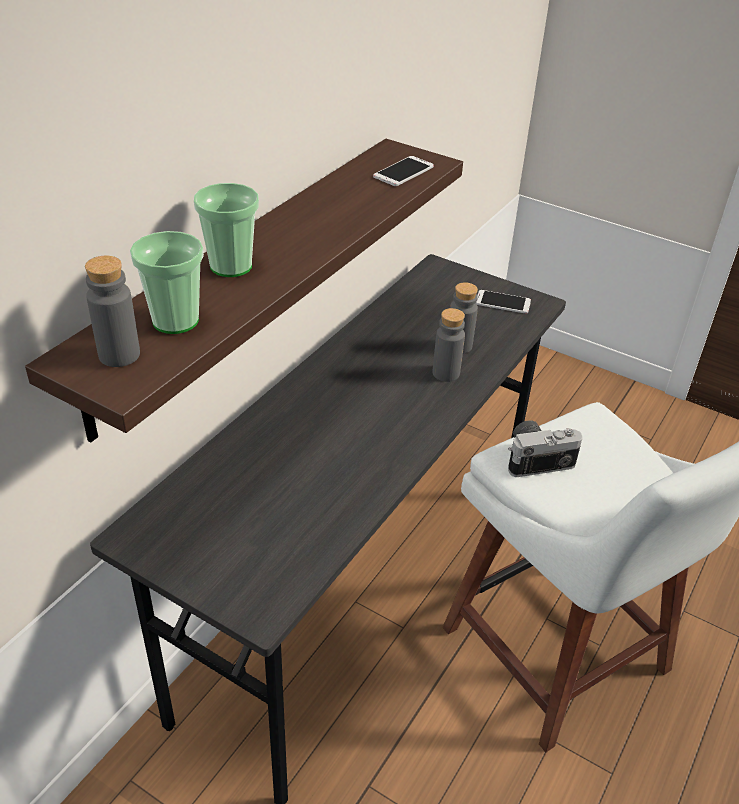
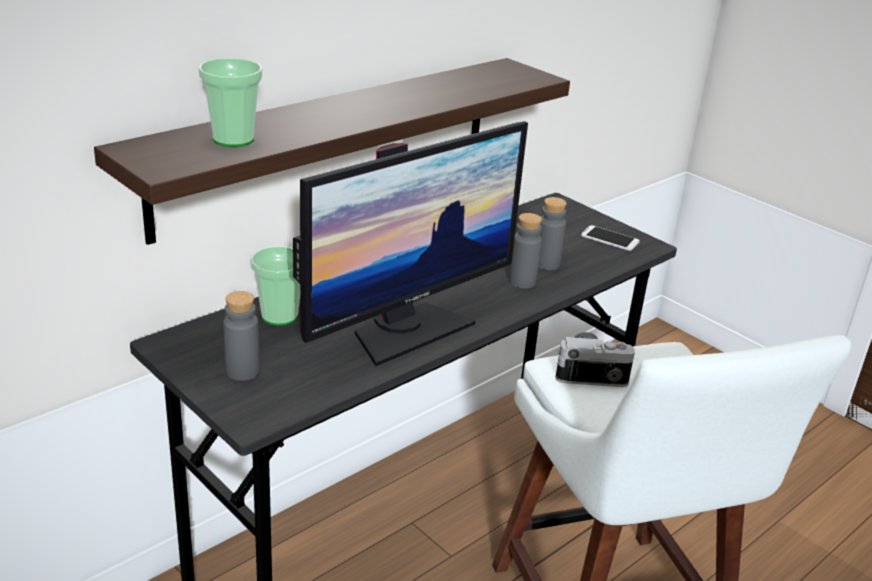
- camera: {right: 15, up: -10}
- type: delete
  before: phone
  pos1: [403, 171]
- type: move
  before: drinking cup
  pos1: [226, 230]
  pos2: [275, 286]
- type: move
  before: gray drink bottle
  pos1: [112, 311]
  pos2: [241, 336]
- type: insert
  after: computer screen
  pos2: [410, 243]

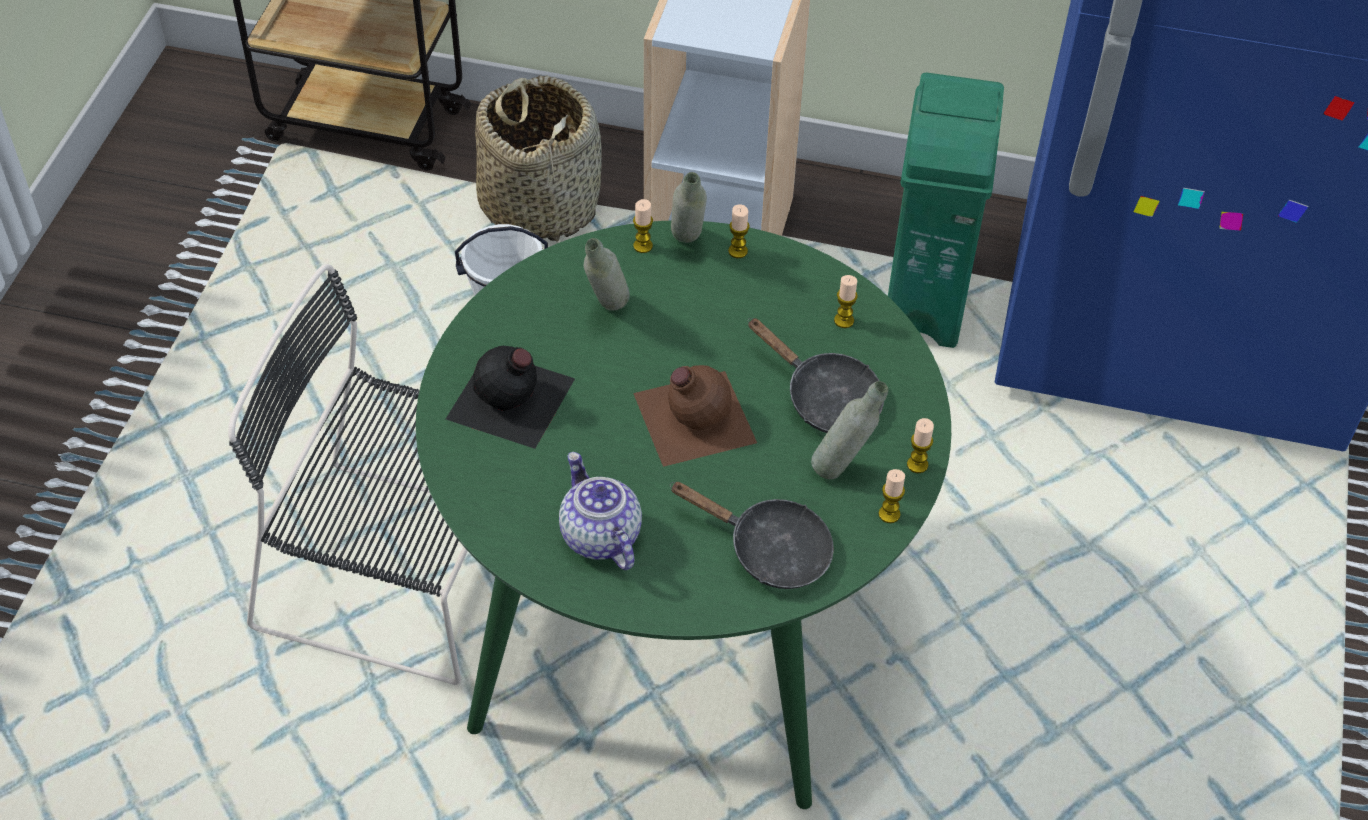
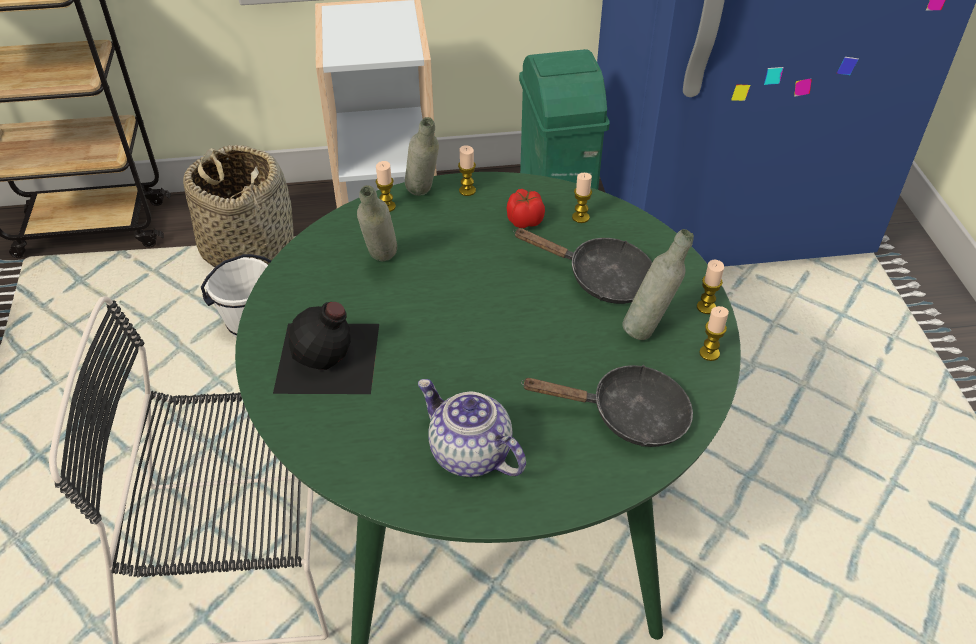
- camera: {right: -20, up: -5}
- type: delete
  before: brownish drink bottle
  pos1: [695, 416]
- type: insert
  after: tomato
  pos2: [526, 208]

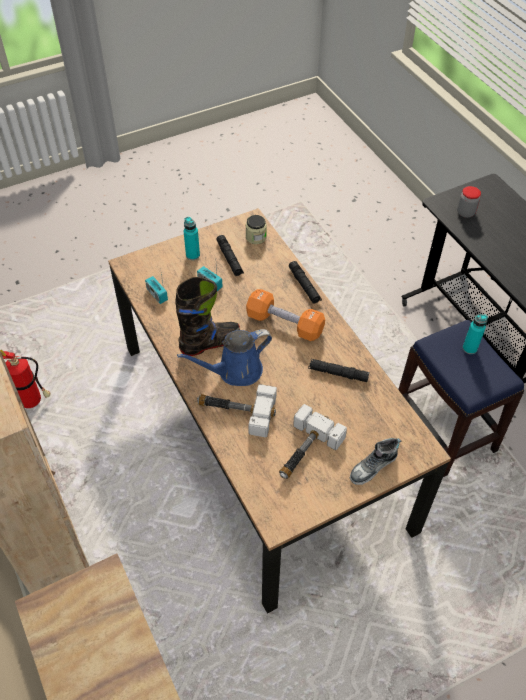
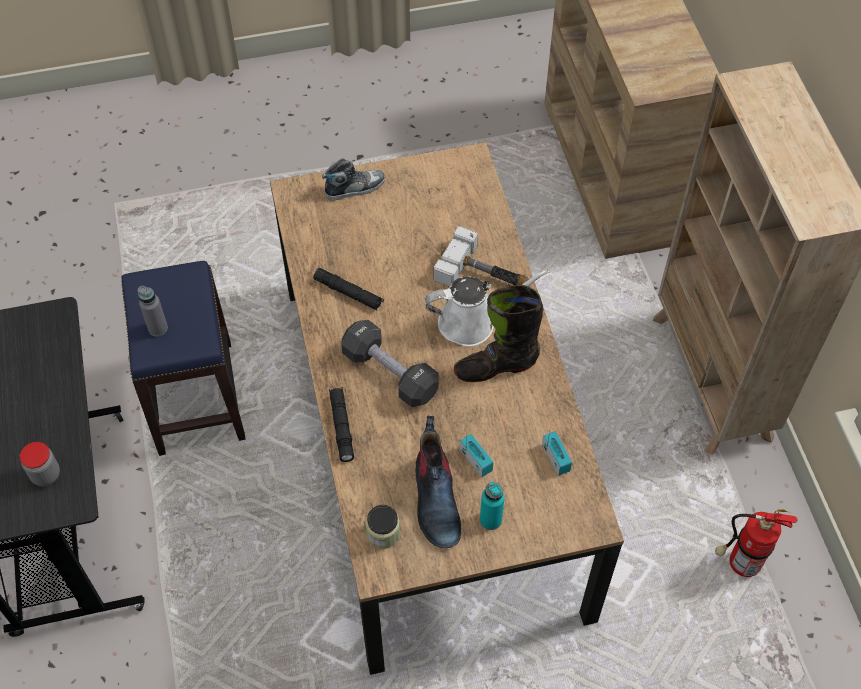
- camera: {right: -165, up: 5}
- type: replace
  before: black-coloured torch
  after: tall boot
  pos1: [230, 255]
  pos2: [438, 482]
- type: recolor
  before: orange-coloured hand weight
  after: black-coloured hand weight
  pos1: [285, 315]
  pos2: [390, 363]
- type: recolor
  before: turquoise-coloured drink bottle
  after: gray drink bottle
  pos1: [475, 334]
  pos2: [152, 311]
- type: recolor
  before: blue watering can
  after: white-coloured watering can
  pos1: [224, 357]
  pos2: [487, 307]
- type: delete
  before: hammer
  pos1: [313, 441]

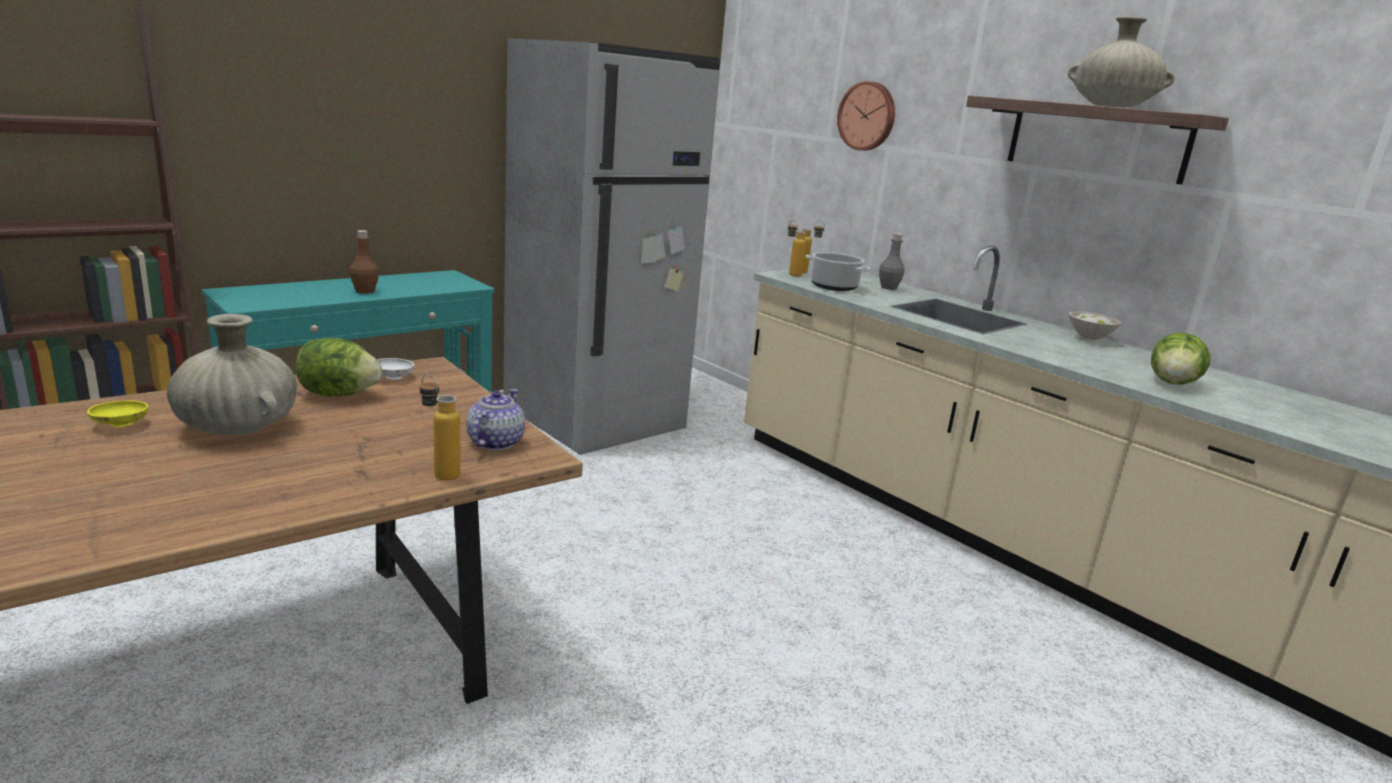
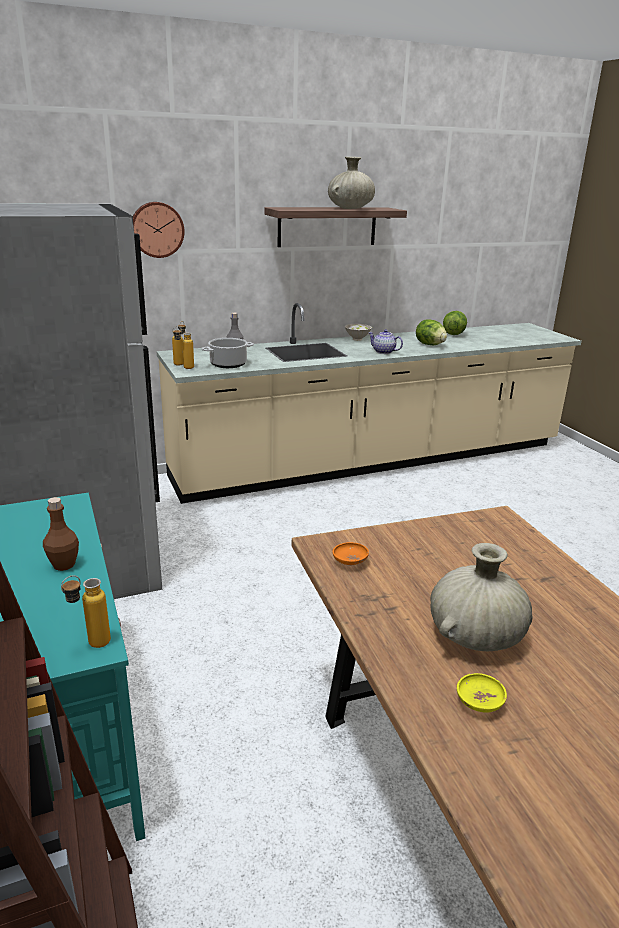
- camera: {right: -70, up: 5}
- type: move
  before: lettuce head
  pos1: [339, 367]
  pos2: [455, 323]
- type: recolor
  before: white-coloured bowl
  after: orange-coloured bowl
  pos1: [395, 368]
  pos2: [351, 553]
- type: move
  before: drink bottle
  pos1: [440, 427]
  pos2: [86, 611]
- type: move
  before: tea pot
  pos1: [495, 419]
  pos2: [385, 341]

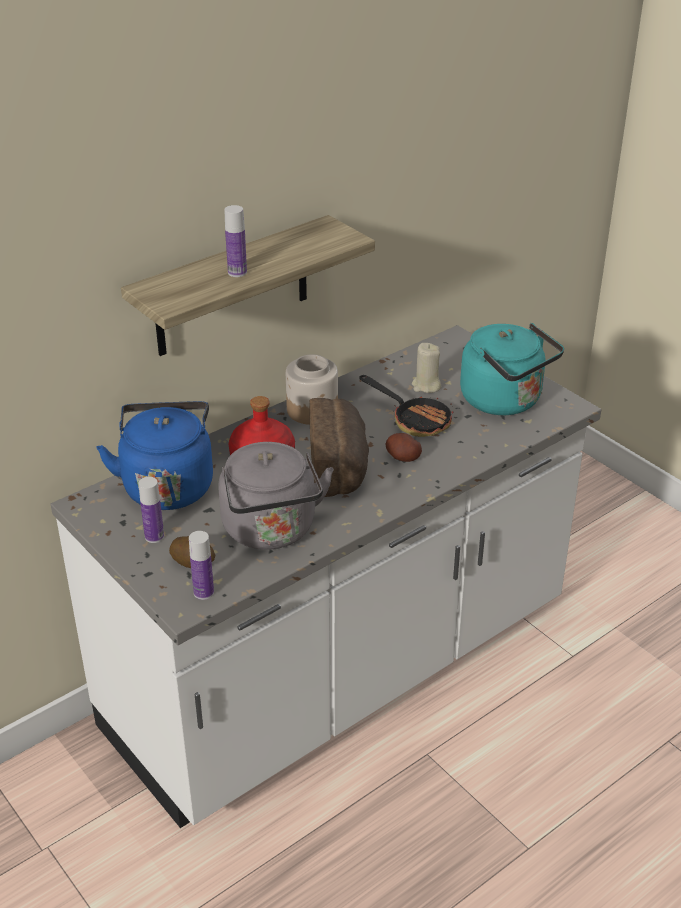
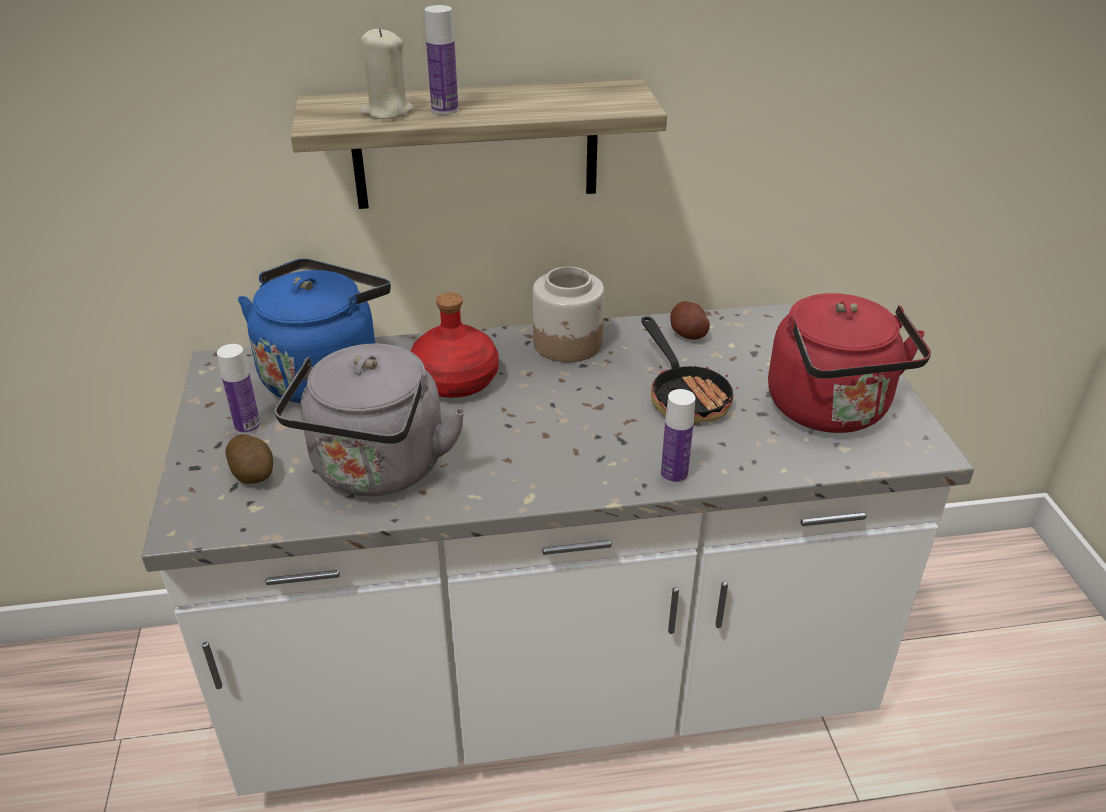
- camera: {right: 30, up: 0}
- type: recolor
  before: turquoise-coloured kettle
  after: red kettle
  pos1: [512, 369]
  pos2: [849, 363]
- type: move
  before: beige wax light
  pos1: [426, 368]
  pos2: [387, 73]
- type: delete
  before: bread
  pos1: [339, 447]
- type: move
  before: whole potato
  pos1: [404, 447]
  pos2: [690, 320]
- type: move
  before: drink bottle
  pos1: [201, 565]
  pos2: [678, 436]

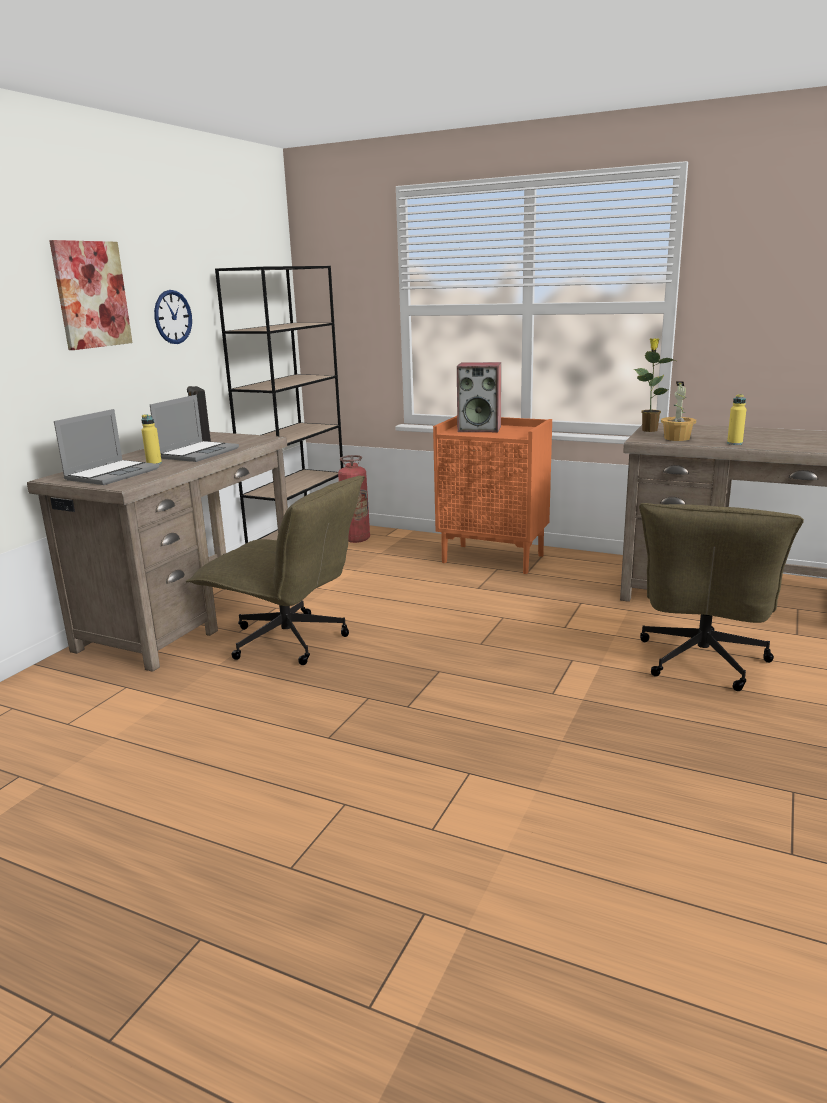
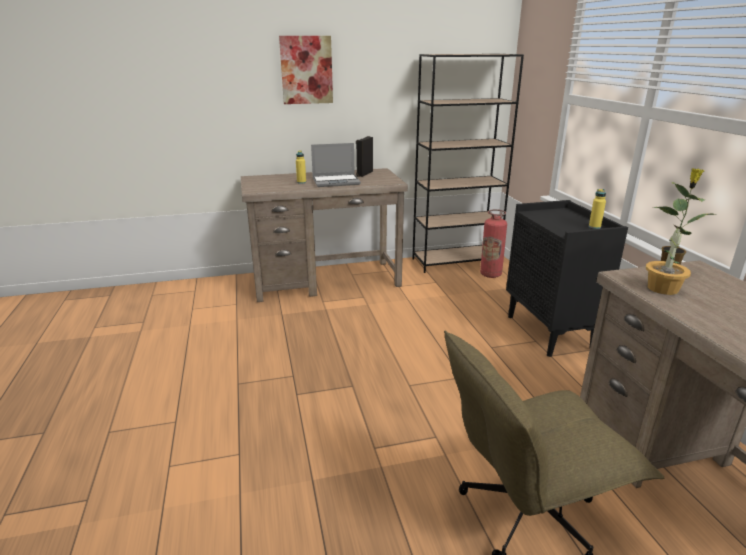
- camera: {right: 50, up: 5}
- type: delete
  before: hanging clock
  pos1: [173, 317]
- type: delete
  before: speaker
  pos1: [479, 397]
- type: move
  before: yellowish drink bottle
  pos1: [736, 419]
  pos2: [597, 209]
- type: delete
  before: laptop
  pos1: [106, 447]
- type: recolor
  before: orange-coloured storage cabinet
  after: black-coloured storage cabinet
  pos1: [492, 495]
  pos2: [567, 278]
- type: delete
  before: beige computer chair
  pos1: [275, 570]

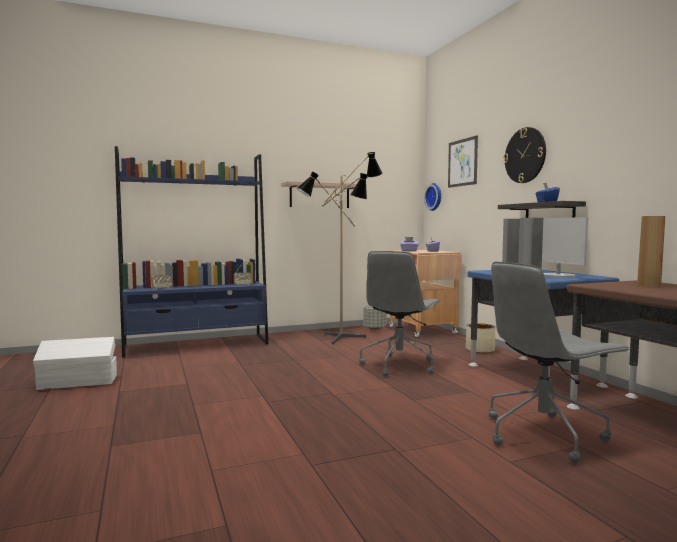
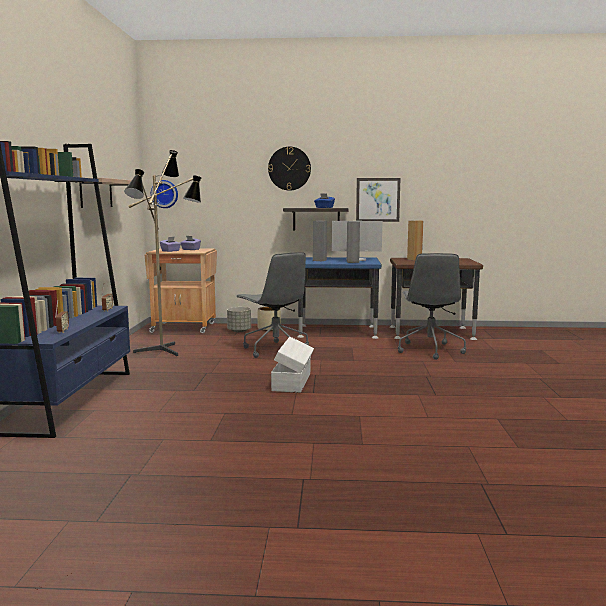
- camera: {right: -65, up: 5}
- type: move
  before: wall art
  pos1: [463, 161]
  pos2: [378, 200]
- type: move
  before: gray flower pot
  pos1: [375, 317]
  pos2: [239, 319]
- type: move
  before: white-coloured storage bin
  pos1: [75, 363]
  pos2: [292, 365]

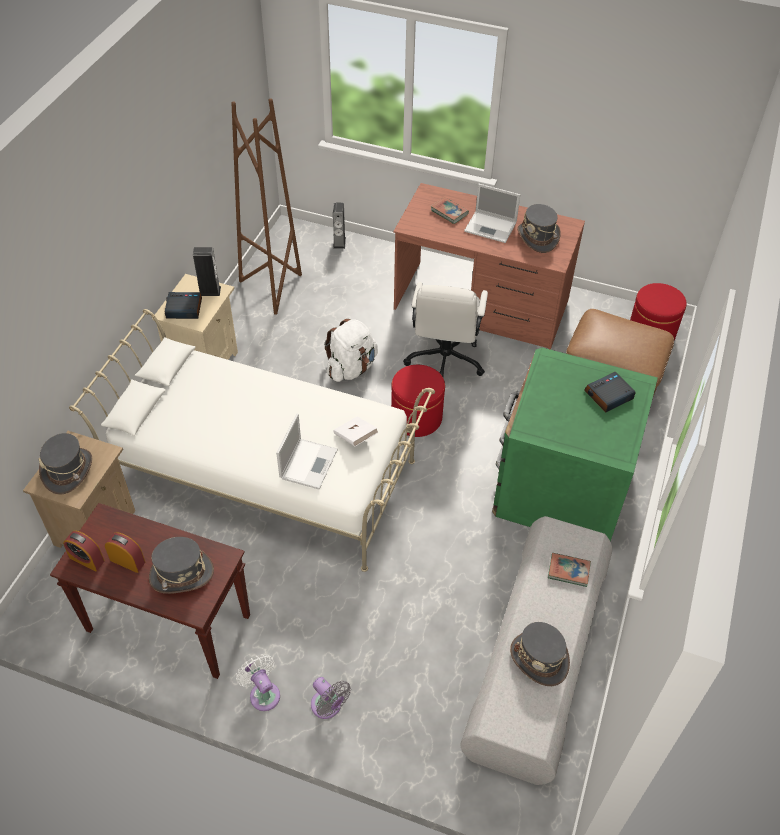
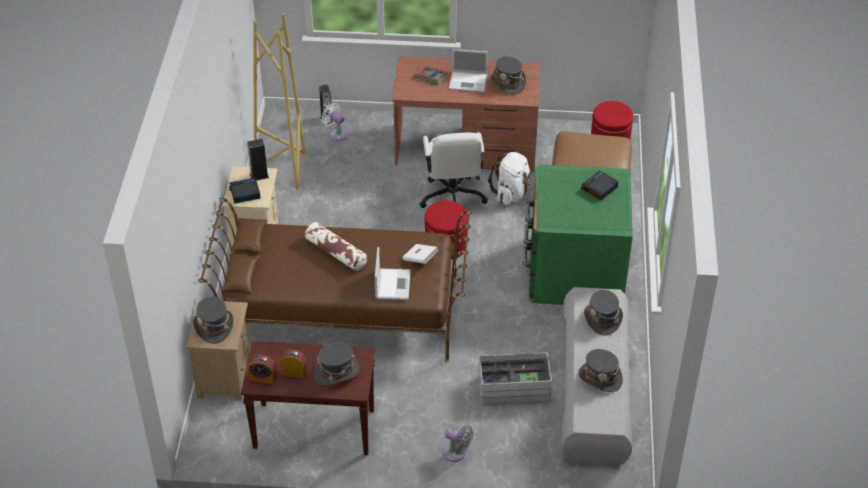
- camera: {right: -15, up: -5}
- type: recolor
  before: brownish garment rack
  after: yellowish garment rack
  pos1: [266, 206]
  pos2: [279, 101]
- type: recolor
  before: white-coloured bed
  after: brownish bed
  pos1: [252, 440]
  pos2: [335, 280]
- type: move
  before: white-coloured knapsack
  pos1: [351, 350]
  pos2: [509, 178]
- type: replace
  before: volume
  after: gray clothing hat
  pos1: [569, 570]
  pos2: [603, 313]
- type: move
  before: white-coloured cooling fan
  pos1: [258, 682]
  pos2: [334, 122]
- type: insert
  after: pillow
  pos2: [336, 246]
- type: insert
  after: gray storage bin
  pos2: [515, 378]

